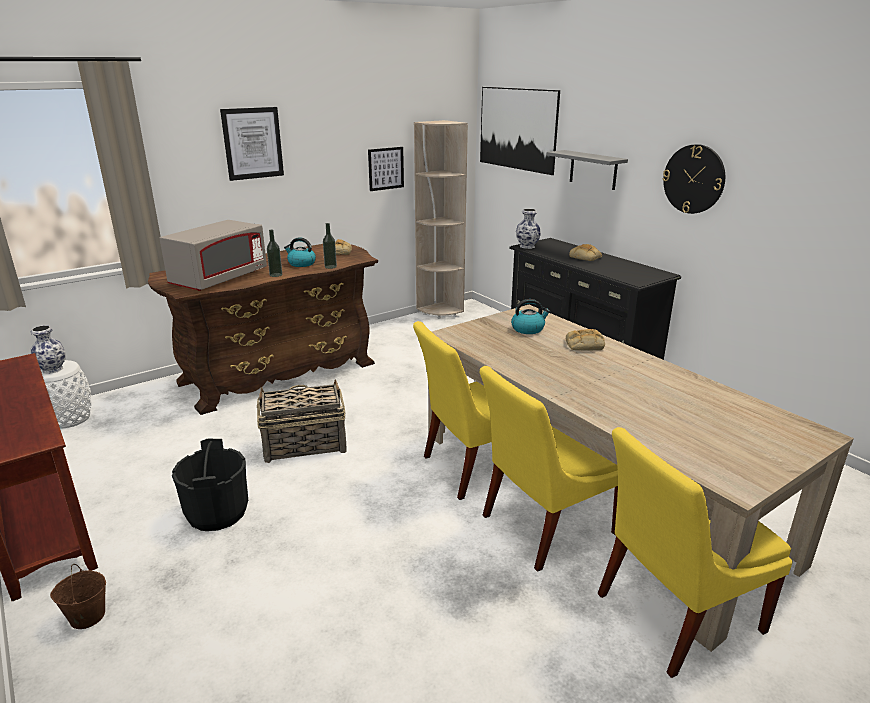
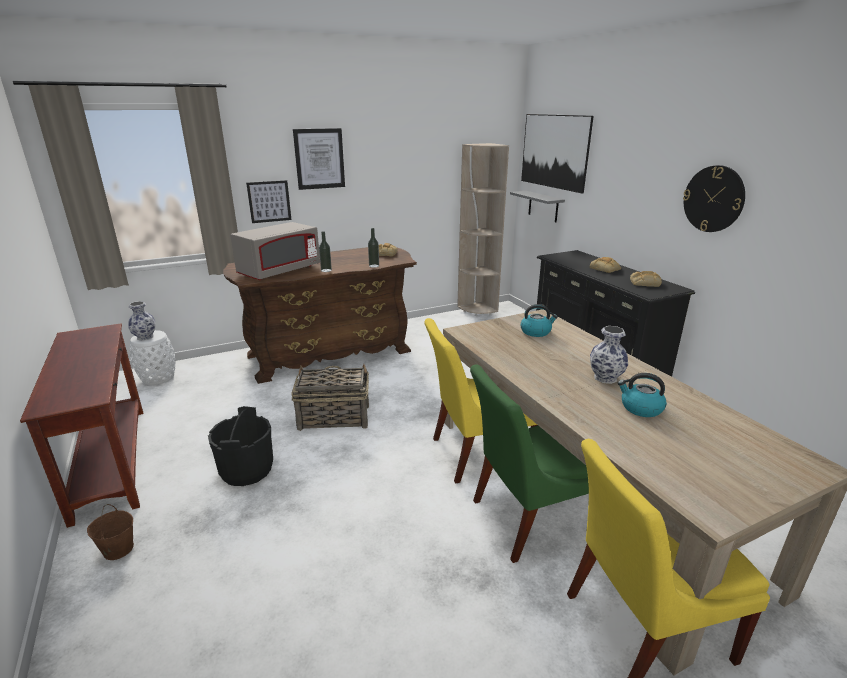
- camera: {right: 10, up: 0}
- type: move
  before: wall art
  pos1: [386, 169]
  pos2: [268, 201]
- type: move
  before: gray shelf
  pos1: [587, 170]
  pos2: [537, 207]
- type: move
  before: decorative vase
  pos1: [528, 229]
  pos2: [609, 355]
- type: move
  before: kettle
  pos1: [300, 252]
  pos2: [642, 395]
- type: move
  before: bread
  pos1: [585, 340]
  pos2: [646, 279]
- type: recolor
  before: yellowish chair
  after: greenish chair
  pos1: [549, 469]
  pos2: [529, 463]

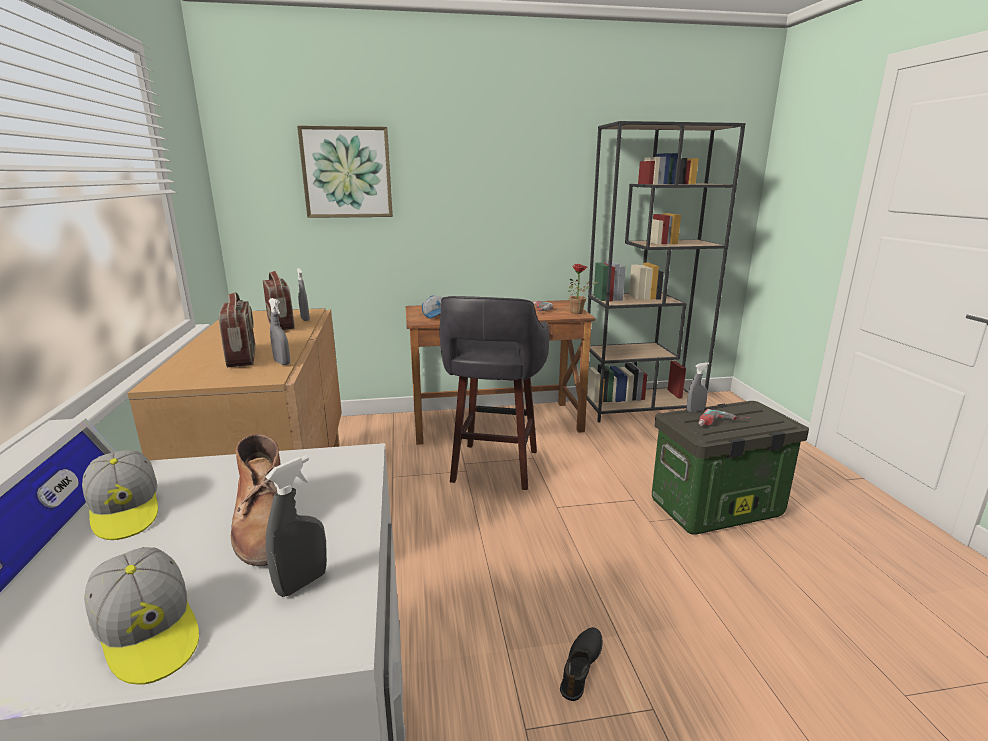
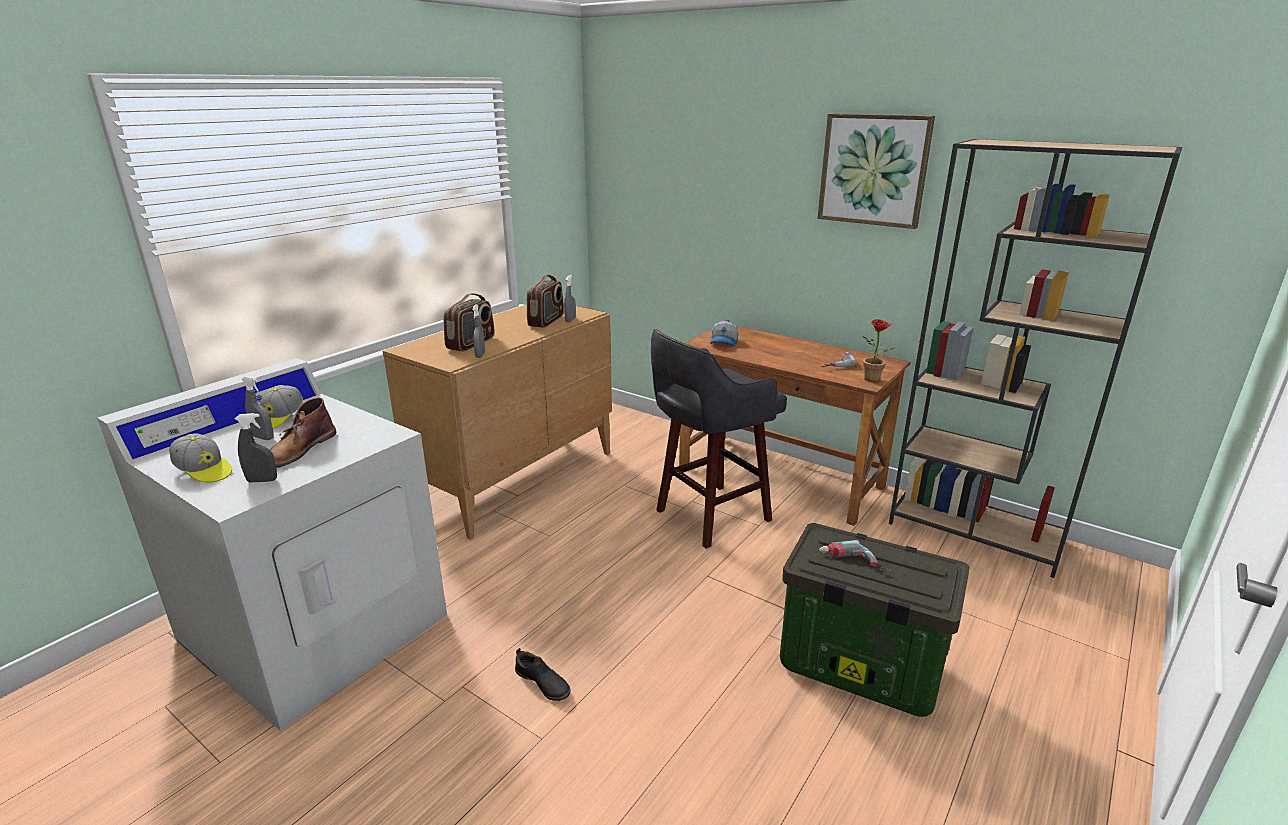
- camera: {right: 45, up: 5}
- type: move
  before: wall art
  pos1: [345, 172]
  pos2: [876, 171]
- type: move
  before: gray sprayer
  pos1: [698, 387]
  pos2: [258, 408]
- type: rotate
  before: cap
  pos1: [141, 616]
  pos2: [200, 458]
  turn: -60
- type: rotate
  before: black-coloured low shoe
  pos1: [581, 664]
  pos2: [543, 674]
  turn: 60

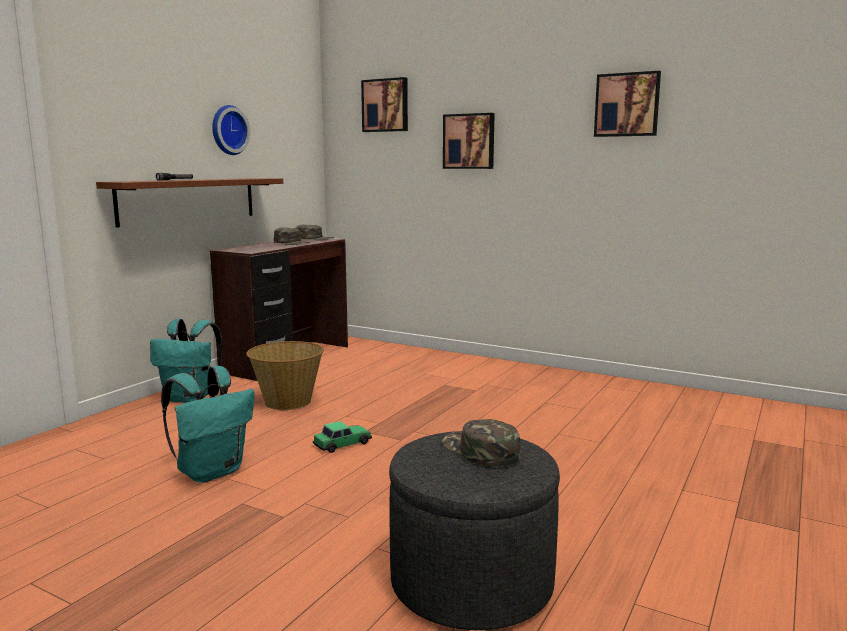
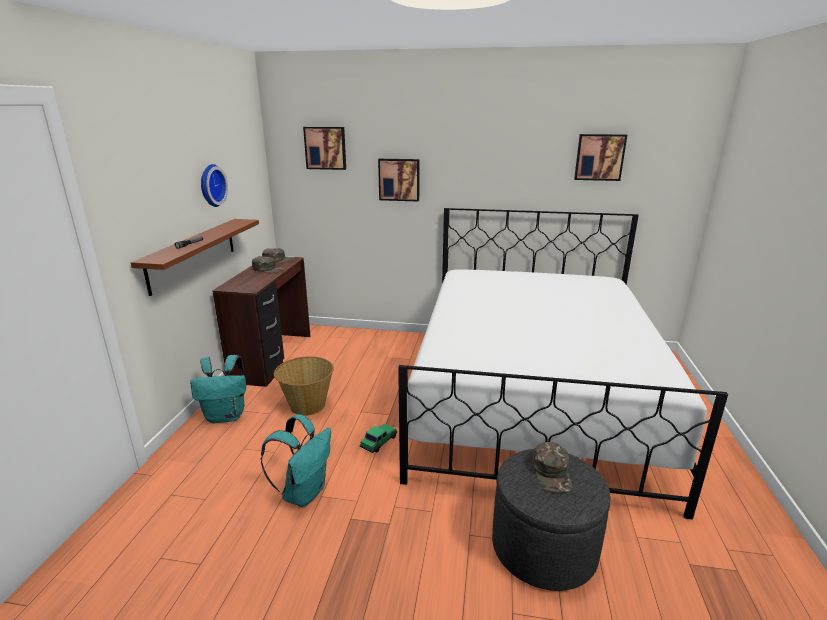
- camera: {right: -20, up: 10}
- type: move
  before: wall art
  pos1: [627, 104]
  pos2: [600, 157]
- type: rotate
  before: greenish cap
  pos1: [481, 443]
  pos2: [552, 467]
  turn: -120
- type: insert
  after: white-coloured bed
  pos2: [563, 363]

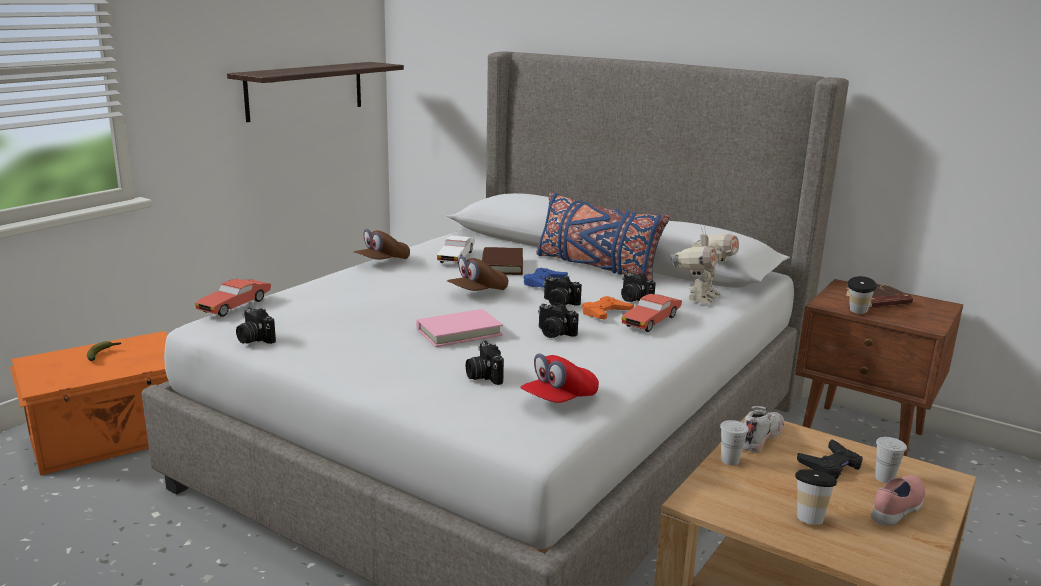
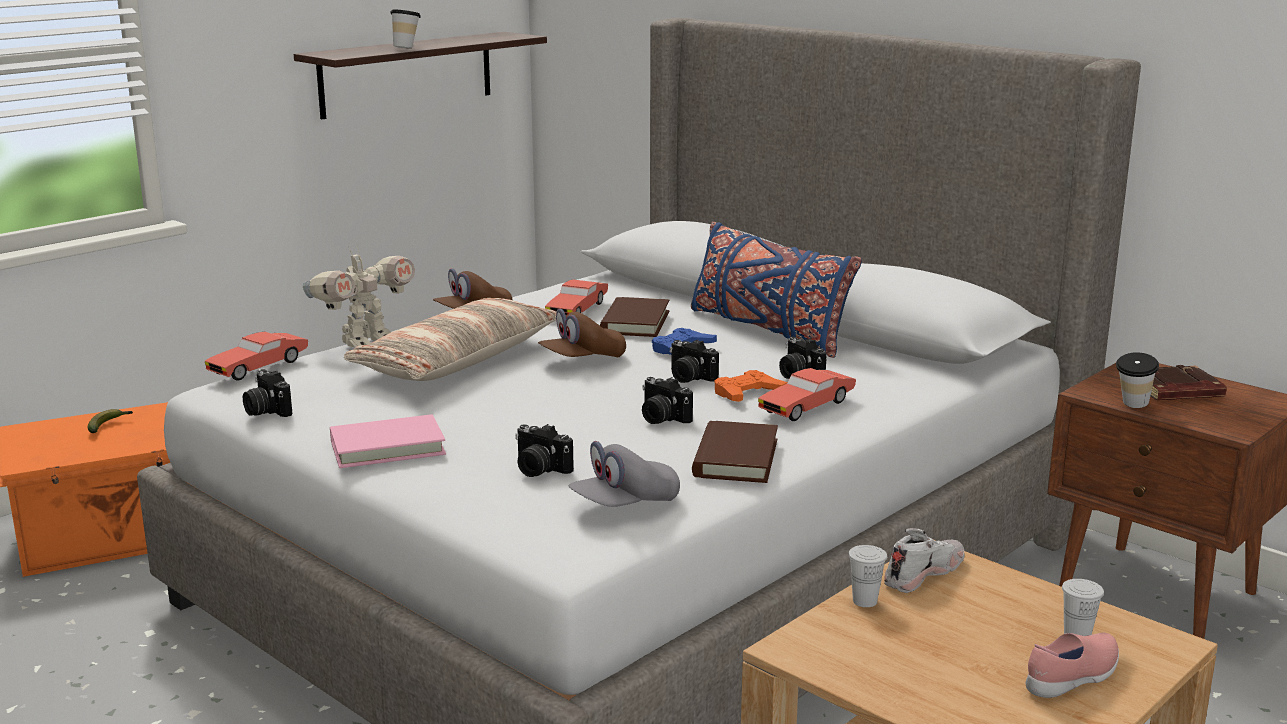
- camera: {right: 10, up: 0}
- type: move
  before: toy robot
  pos1: [704, 265]
  pos2: [359, 295]
- type: recolor
  before: white-coloured model car
  after: red model car
  pos1: [456, 249]
  pos2: [576, 297]
- type: move
  before: pink-coloured volume
  pos1: [459, 328]
  pos2: [388, 441]
- type: rotate
  before: still camera
  pos1: [485, 363]
  pos2: [544, 450]
  turn: -45
- type: recolor
  before: red cap
  after: gray cap
  pos1: [559, 378]
  pos2: [624, 474]
- type: delete
  before: black-coloured joypad
  pos1: [830, 459]
- type: move
  before: drinking cup
  pos1: [816, 497]
  pos2: [405, 29]
- type: insert
  after: pillow
  pos2: [450, 339]
- type: insert
  after: brownish volume
  pos2: [735, 452]

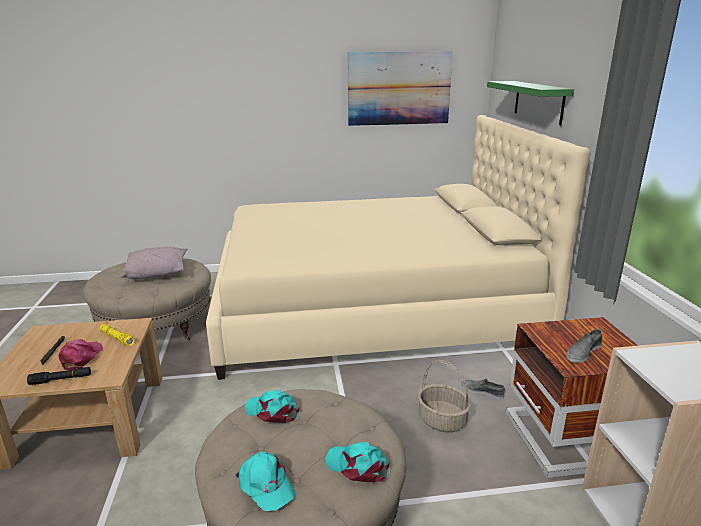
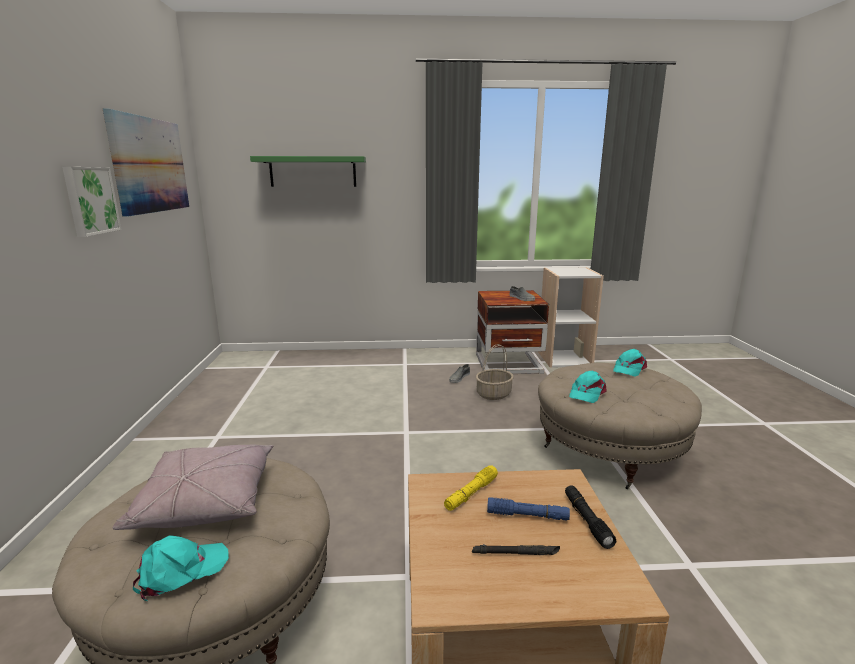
- camera: {right: -85, up: -5}
- type: delete
  before: beige bed
  pos1: [398, 247]
- type: replace
  before: pink-coloured cap
  after: blue torch
  pos1: [80, 354]
  pos2: [528, 508]
- type: move
  before: turquoise-coloured cap
  pos1: [265, 481]
  pos2: [181, 568]
- type: insert
  after: wall art
  pos2: [91, 202]

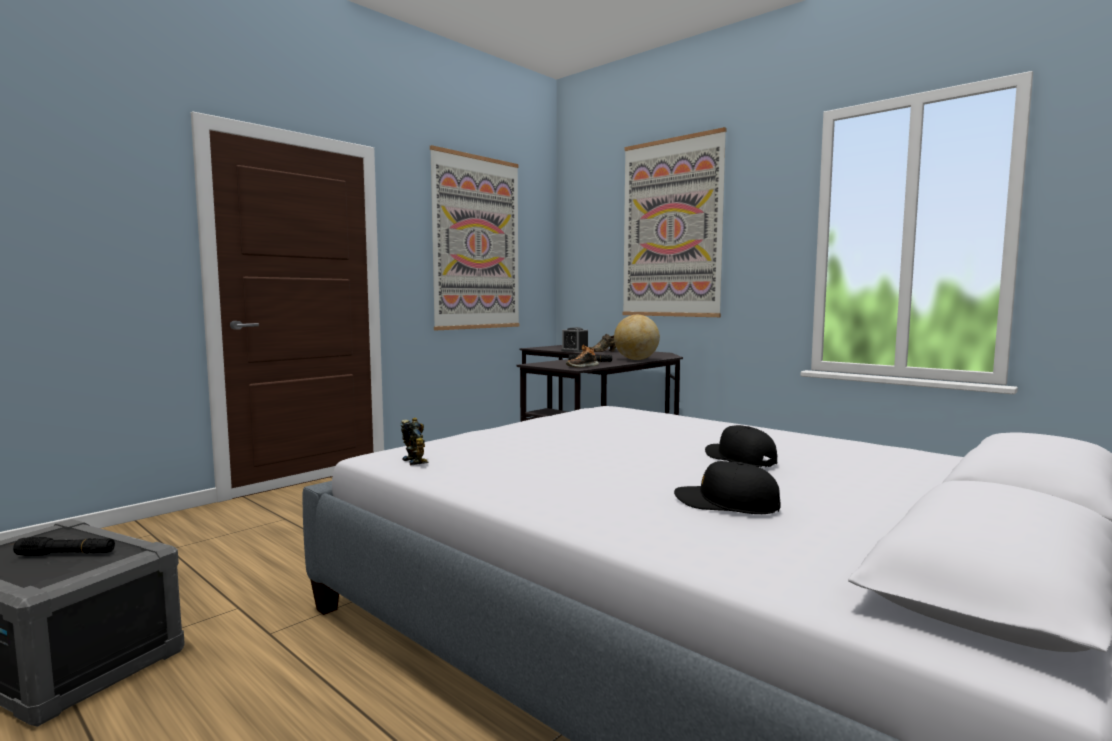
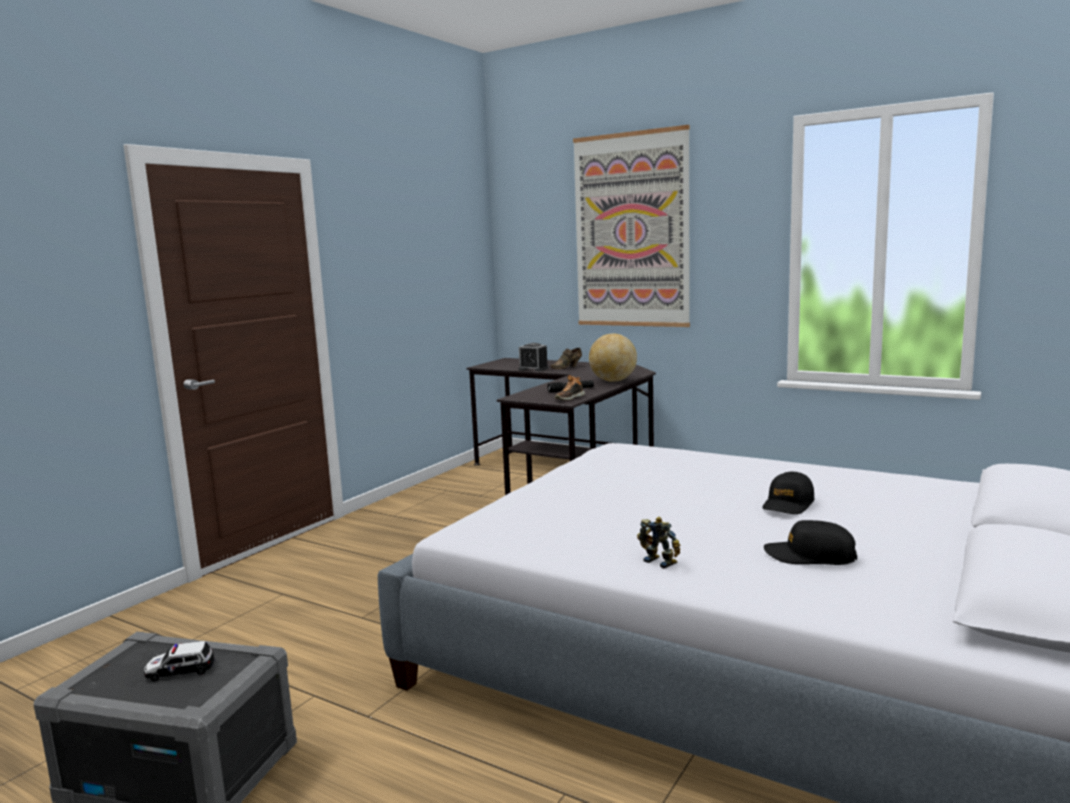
- camera: {right: -10, up: 5}
- type: delete
  before: wall art
  pos1: [475, 237]
- type: move
  before: toy robot
  pos1: [414, 441]
  pos2: [658, 542]
- type: rotate
  before: black-coloured cap
  pos1: [741, 446]
  pos2: [788, 492]
  turn: -105
- type: replace
  before: black-coloured torch
  after: model car
  pos1: [64, 546]
  pos2: [179, 661]

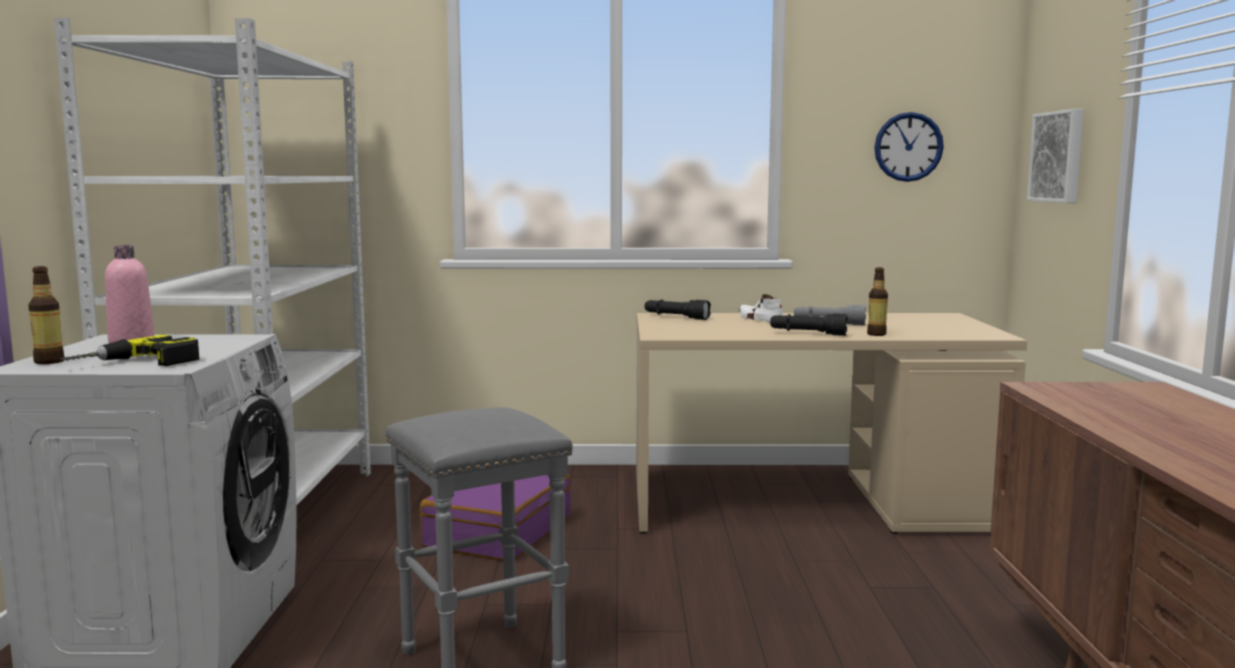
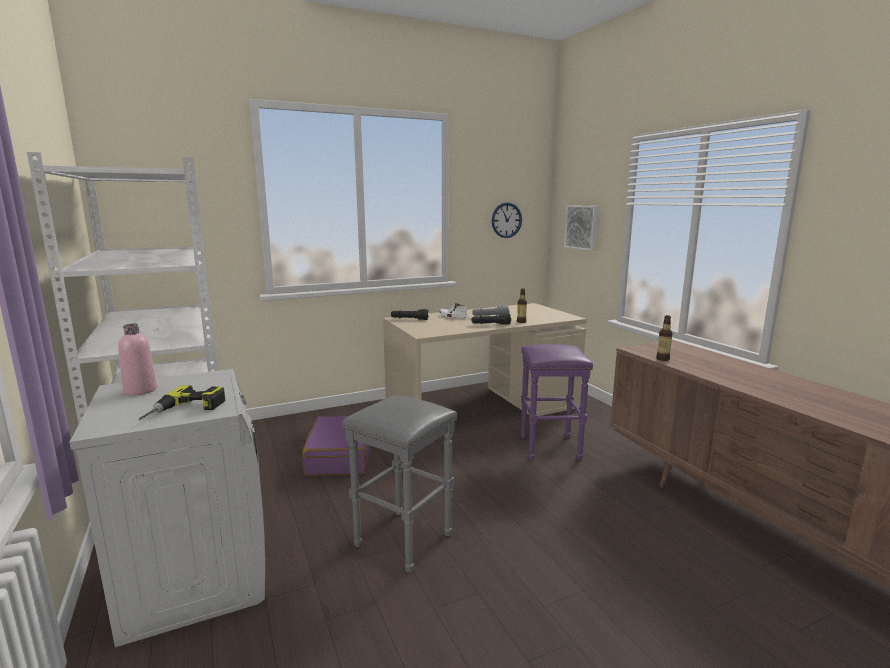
- camera: {right: -25, up: 5}
- type: move
  before: drink bottle
  pos1: [46, 315]
  pos2: [664, 338]
- type: insert
  after: purplish stool seat
  pos2: [556, 402]

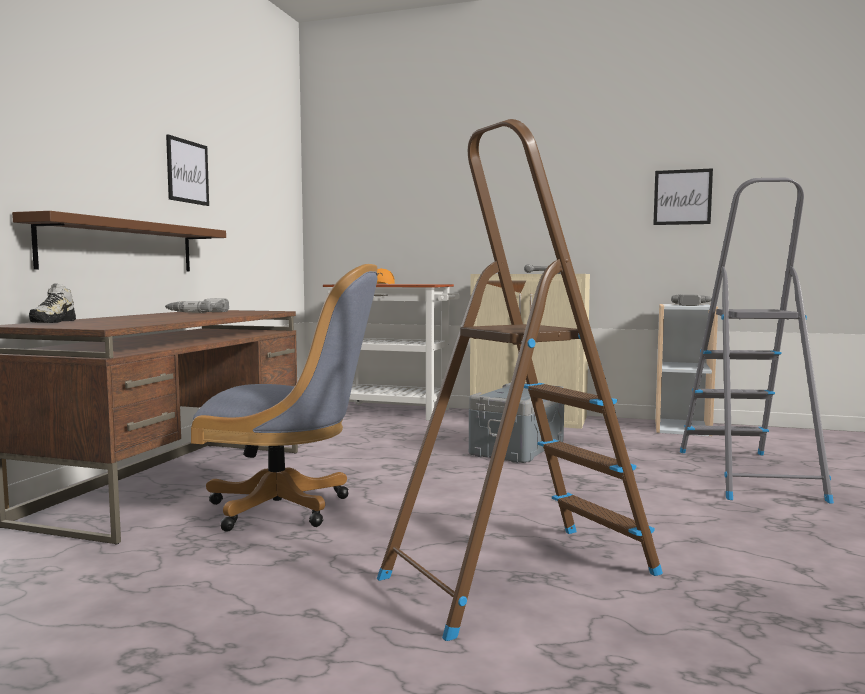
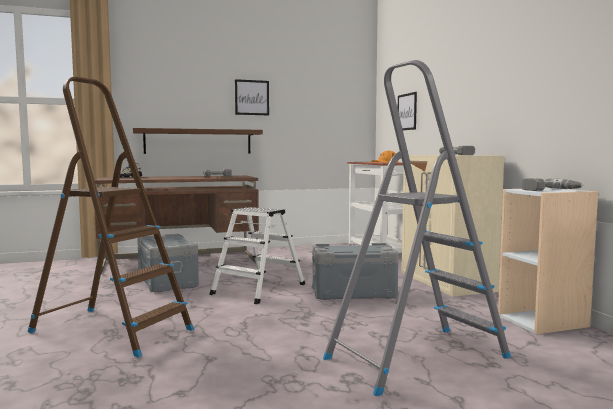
- camera: {right: 55, up: 0}
- type: move
  before: wall art
  pos1: [683, 196]
  pos2: [407, 111]
- type: replace
  before: blue computer chair
  after: gray storage bin
  pos1: [284, 398]
  pos2: [168, 263]
- type: insert
  after: white-coloured step ladder
  pos2: [257, 255]

